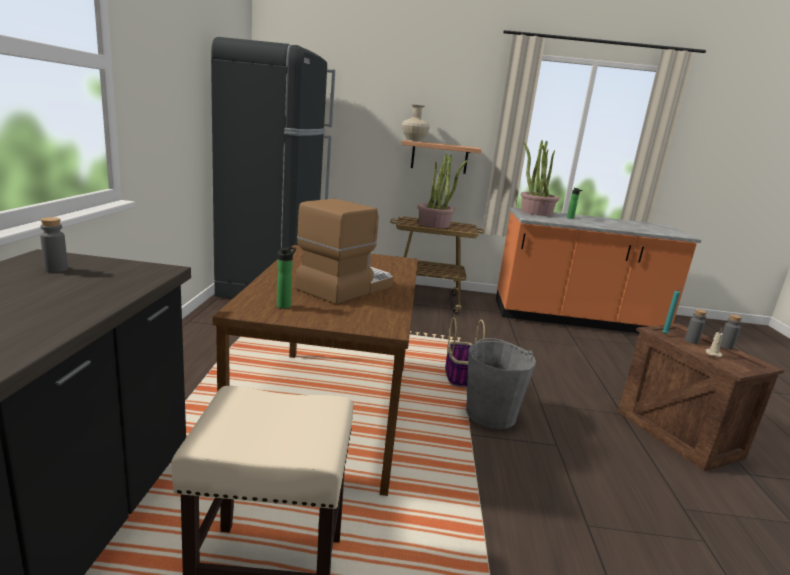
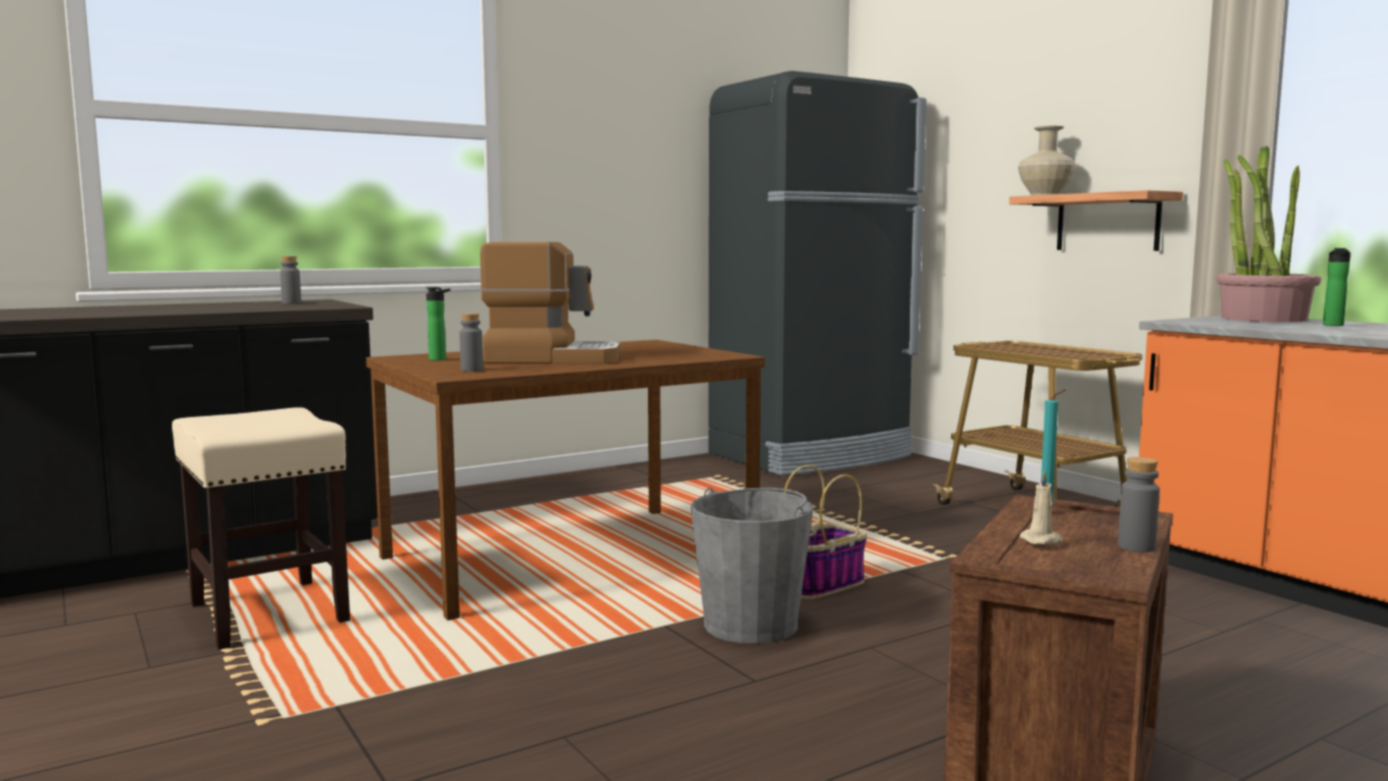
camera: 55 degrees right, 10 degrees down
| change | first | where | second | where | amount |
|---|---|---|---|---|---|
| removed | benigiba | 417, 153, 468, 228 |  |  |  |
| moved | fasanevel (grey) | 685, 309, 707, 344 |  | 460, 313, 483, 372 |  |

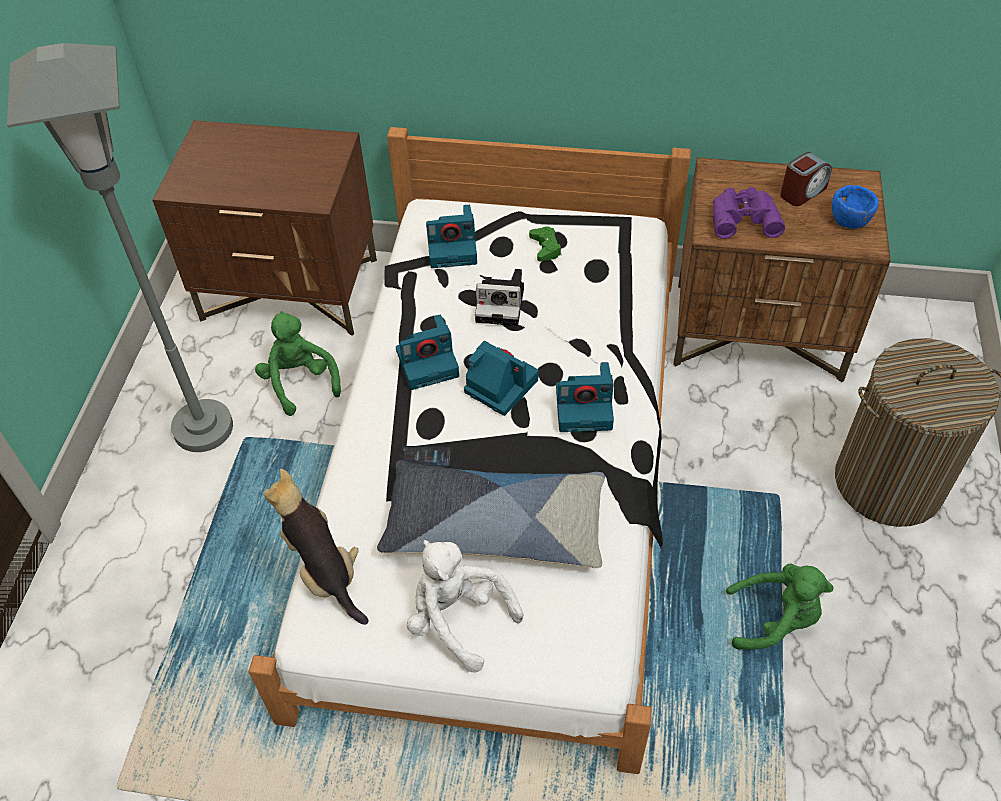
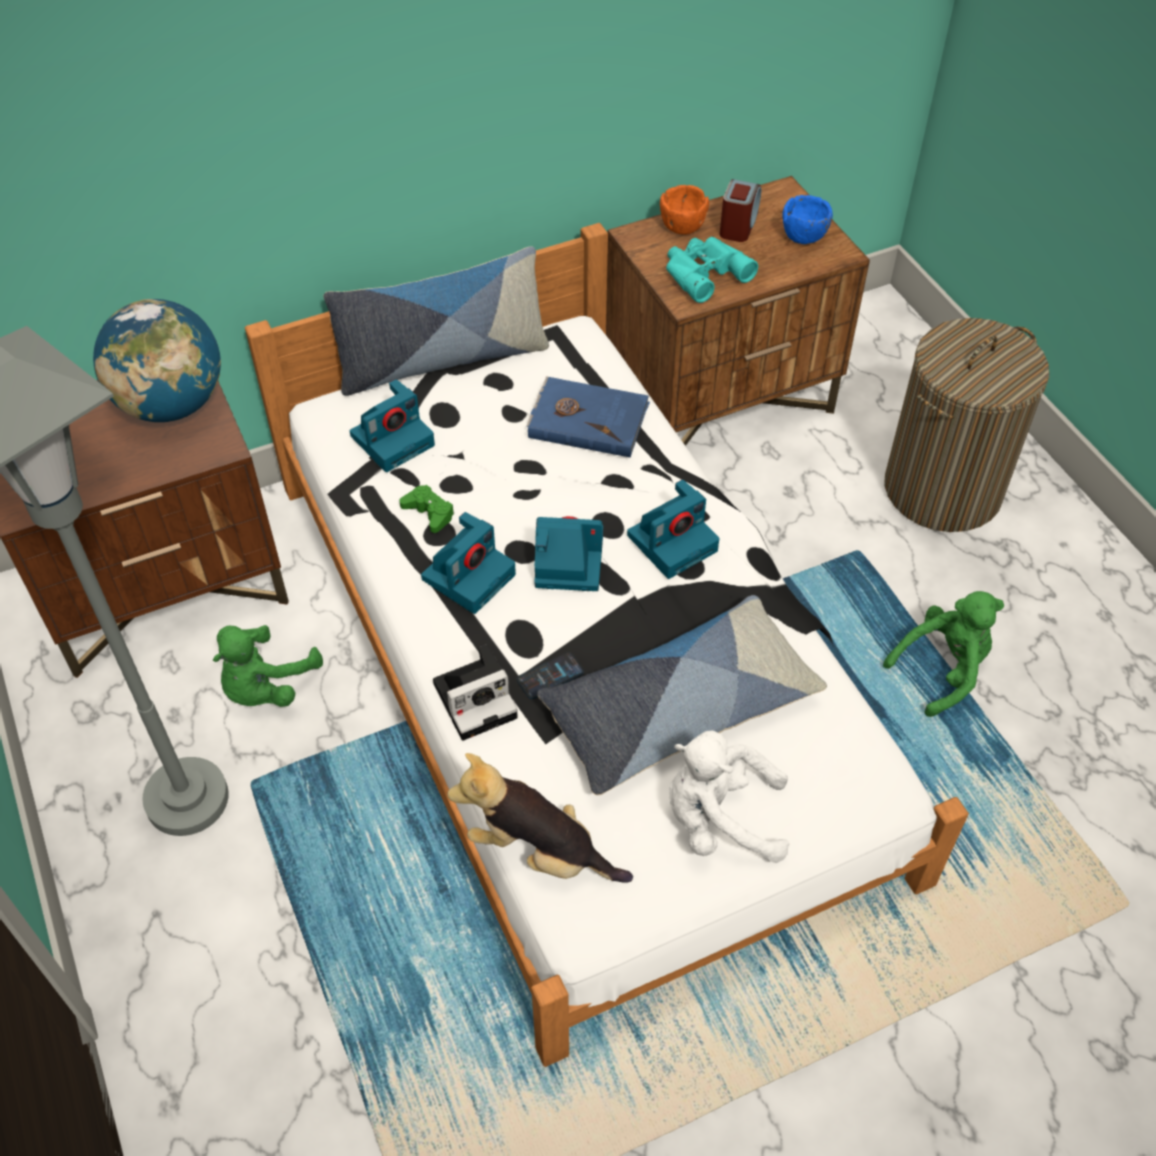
camera: 35 degrees left, 0 degrees up
| change | first | where | second | where | amount |
|---|---|---|---|---|---|
| recoloured | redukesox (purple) | 713, 187, 785, 239 | redukesox (turquoise) | 666, 237, 758, 303 |  |
| moved | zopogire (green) | 529, 226, 562, 261 |  | 399, 485, 454, 533 |  |
| moved | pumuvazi | 475, 269, 524, 326 |  | 433, 644, 518, 741 |  |
| turned | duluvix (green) | 255, 311, 341, 416 |  | 212, 625, 323, 707 | 90 degrees counterclockwise |
| added |  |  | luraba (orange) | 660, 185, 709, 235 |  |
| added |  |  | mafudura | 324, 246, 549, 396 |  |
| added |  |  | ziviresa | 93, 299, 221, 422 |  |
| added |  |  | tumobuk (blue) | 526, 376, 650, 458 |  |

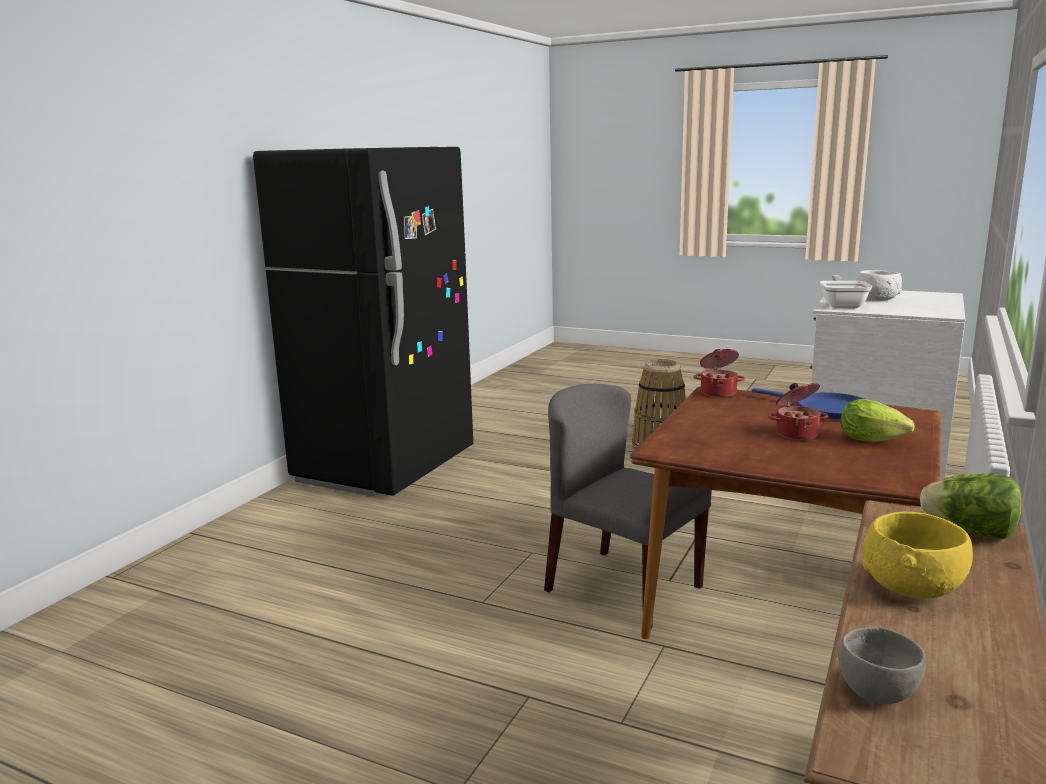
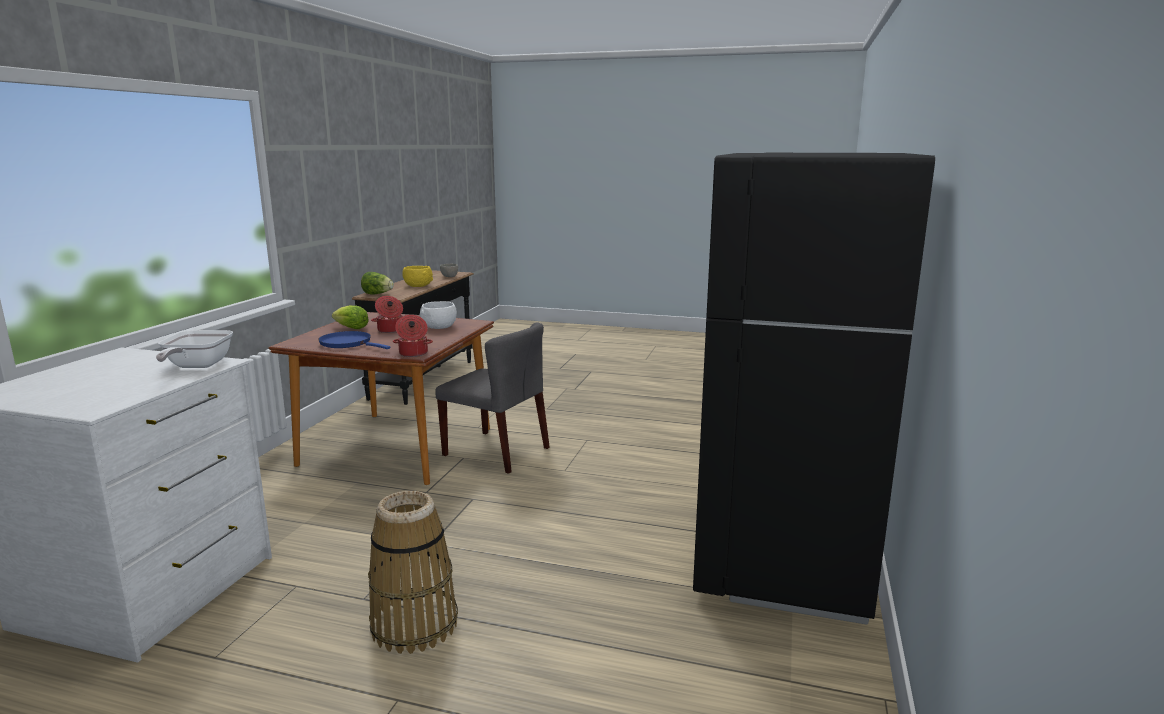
camera: 170 degrees right, 0 degrees up
| change | first | where | second | where | amount |
|---|---|---|---|---|---|
| moved | luraba (white) | 856, 270, 902, 301 |  | 420, 301, 457, 329 |  |

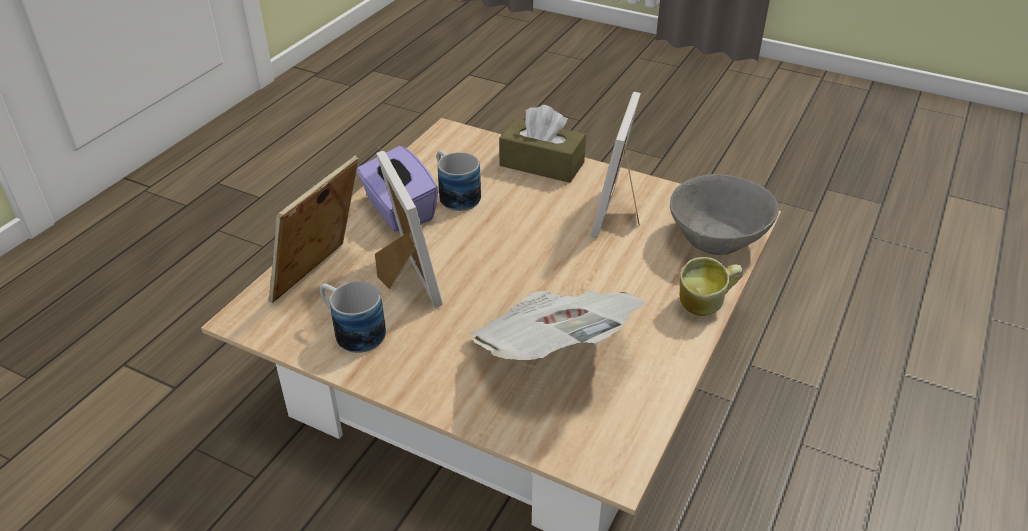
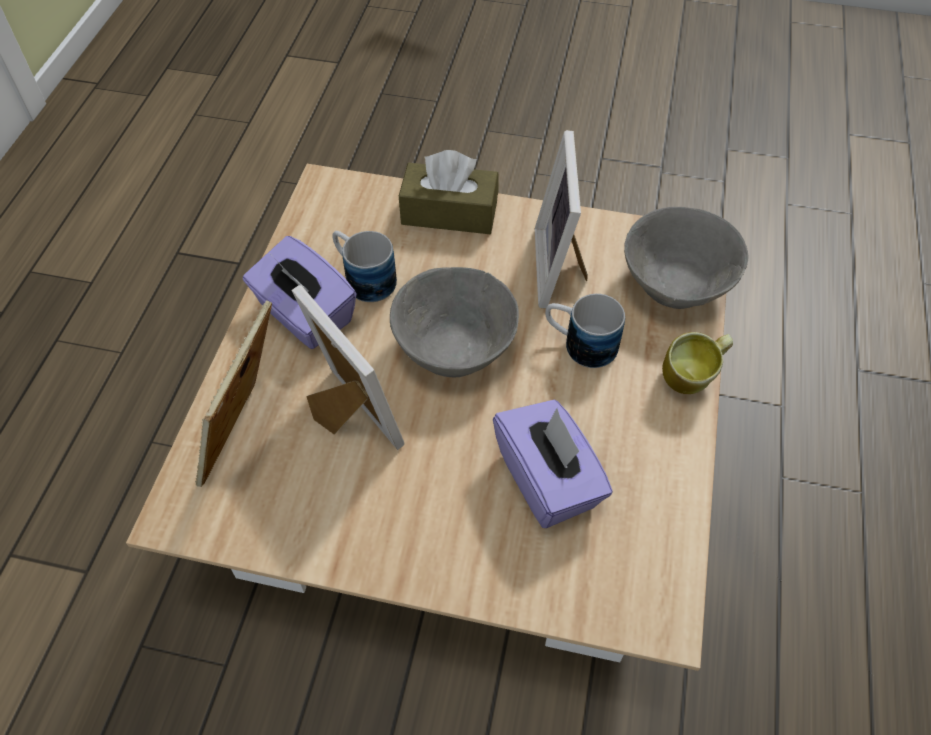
camera: 15 degrees left, 15 degrees up
| change | first | where | second | where | amount |
|---|---|---|---|---|---|
| moved | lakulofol | 320, 281, 386, 353 |  | 545, 294, 625, 368 |  |
| replaced | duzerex | 468, 291, 647, 360 | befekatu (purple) | 493, 400, 613, 528 |  |
| added |  |  | luraba (grey) | 390, 267, 519, 377 |  |

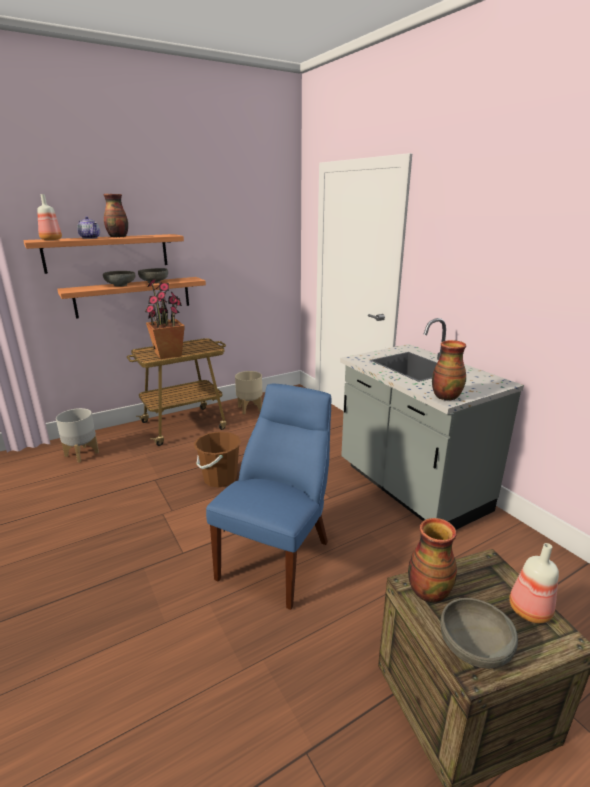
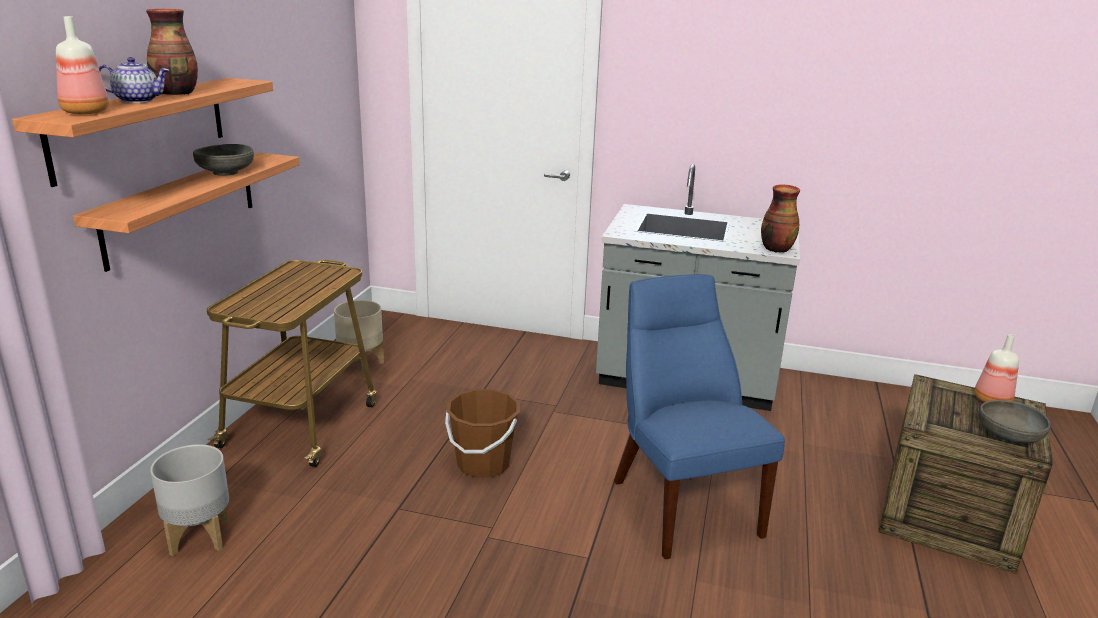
camera: 45 degrees left, 0 degrees up
| change | first | where | second | where | amount |
|---|---|---|---|---|---|
| removed | luraba (grey) | 103, 271, 135, 286 |  |  |  |
| removed | benigiba | 145, 279, 185, 359 |  |  |  |
| removed | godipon | 408, 518, 457, 603 |  |  |  |

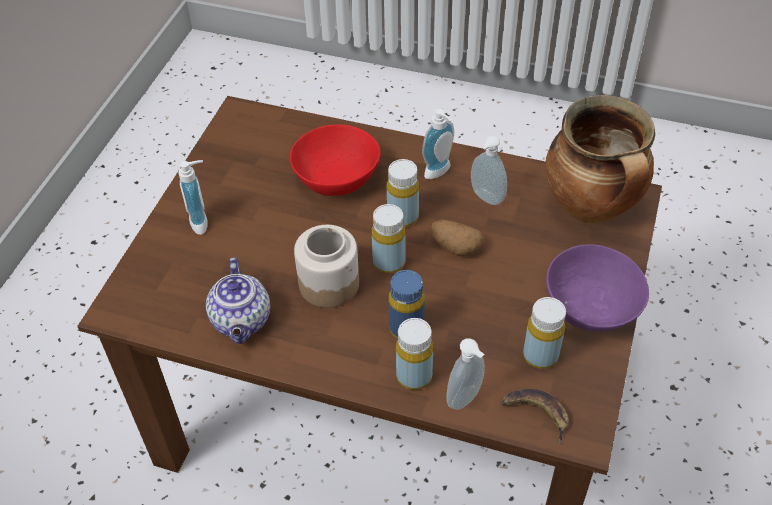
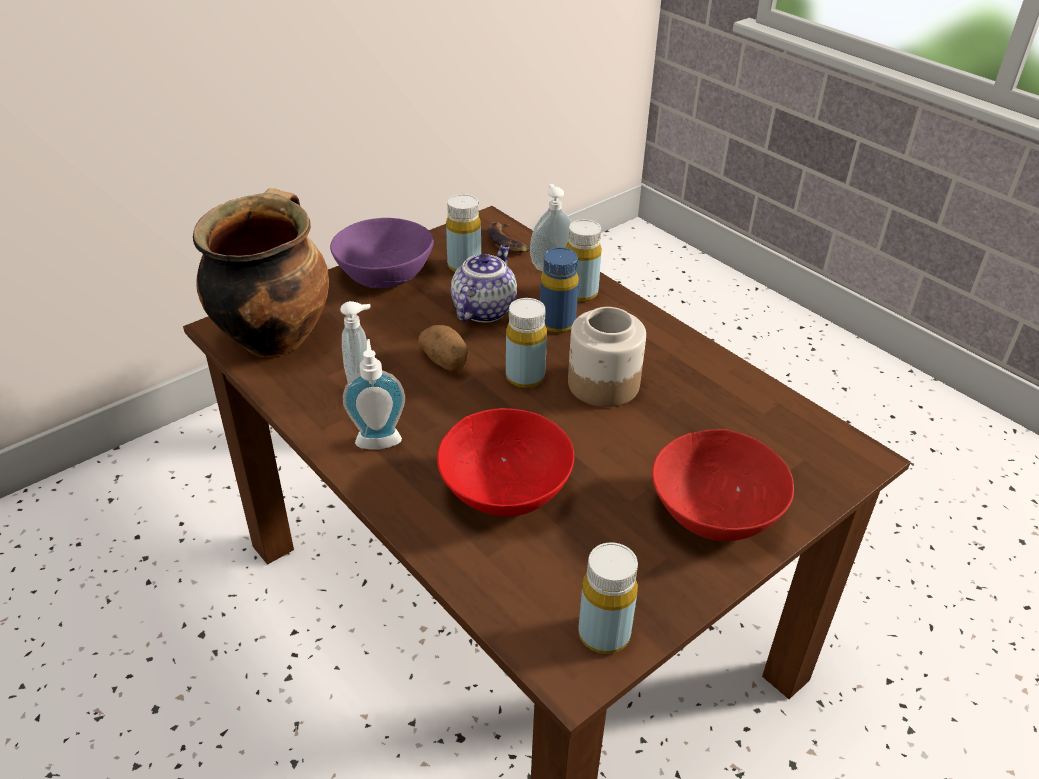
camera: 150 degrees left, 10 degrees down
| change | first | where | second | where | amount |
|---|---|---|---|---|---|
| moved | fasanevel (yellow) | 387, 159, 419, 227 |  | 578, 543, 638, 654 |  |
| replaced | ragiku | 178, 160, 208, 235 | luraba (red) | 652, 429, 794, 541 |  |
| moved | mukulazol | 206, 257, 270, 344 |  | 451, 244, 517, 323 |  |

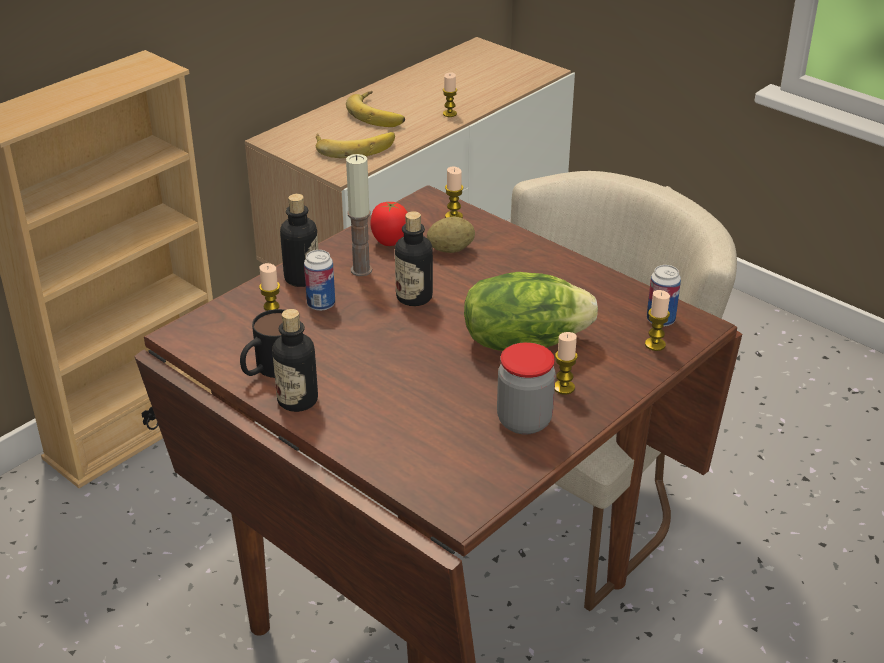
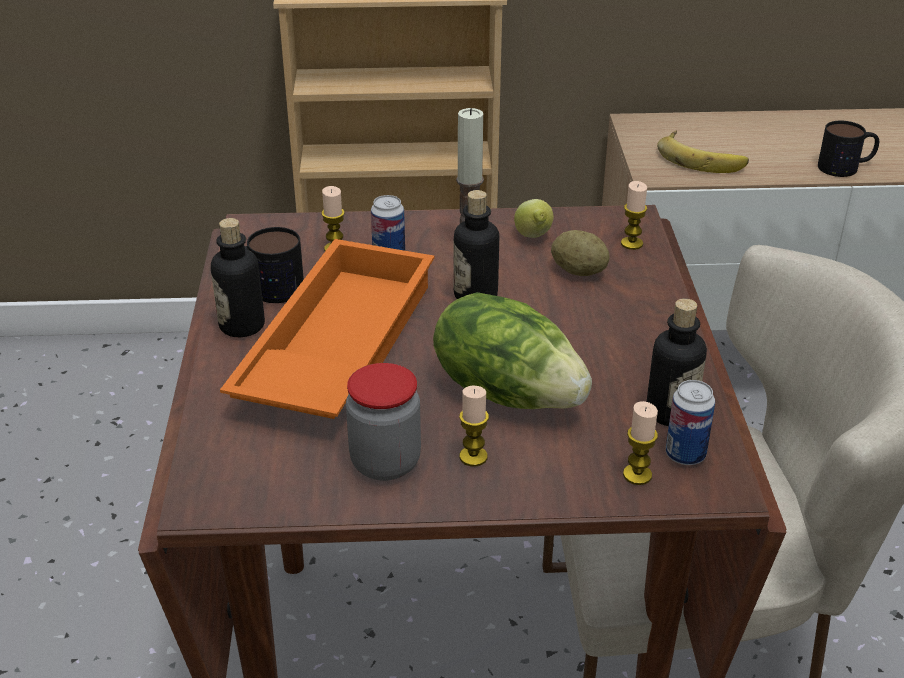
camera: 45 degrees right, 0 degrees up
| change | first | where | second | where | amount |
|---|---|---|---|---|---|
| replaced | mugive | 443, 72, 457, 117 | lakulofol | 818, 121, 879, 177 |  |
| removed | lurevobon | 346, 91, 405, 127 |  |  |  |
| moved | fasanevel | 280, 194, 319, 287 |  | 647, 298, 707, 426 |  |
| replaced | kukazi | 370, 202, 408, 246 | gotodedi | 514, 199, 554, 238 |  |
| added |  |  | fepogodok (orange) | 220, 239, 434, 419 |  |

